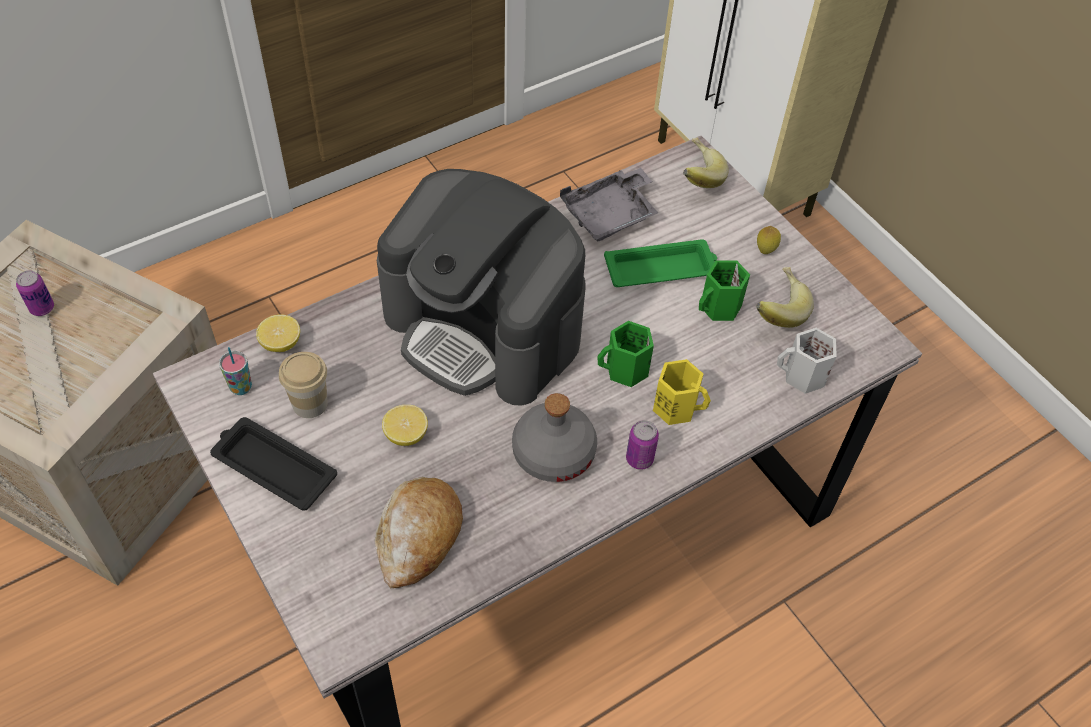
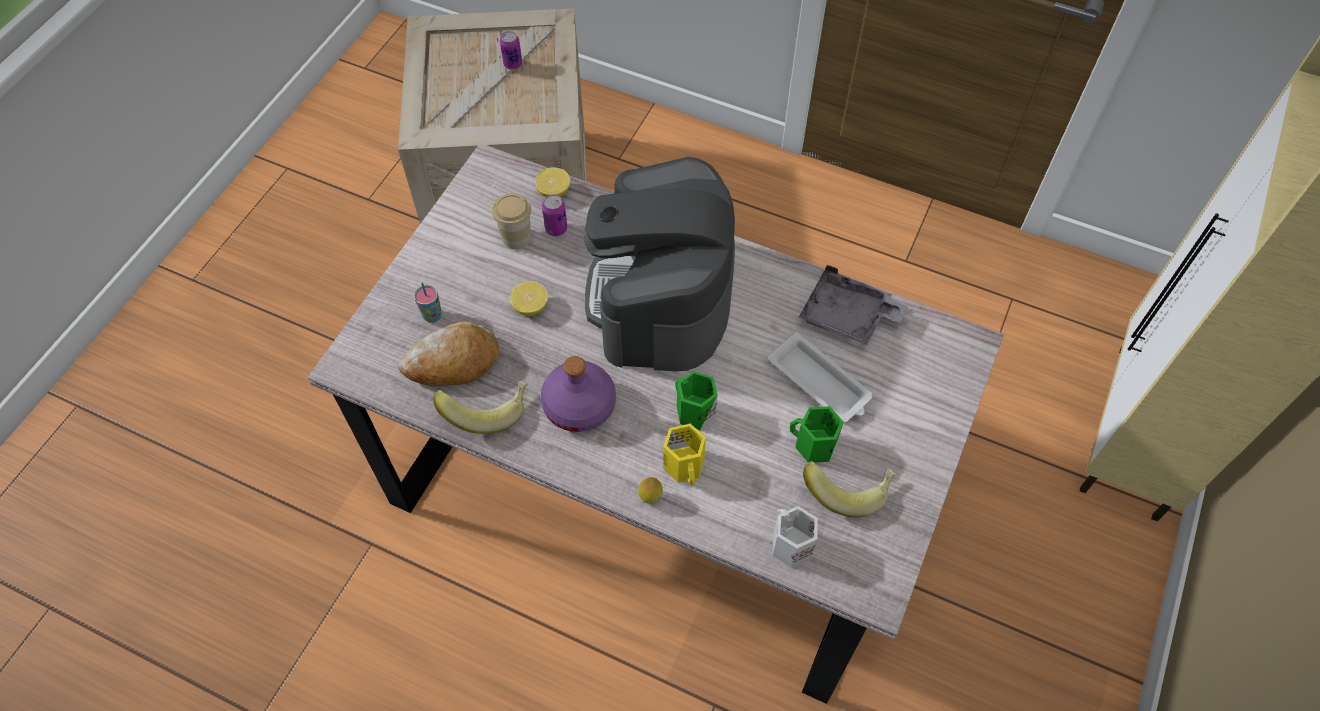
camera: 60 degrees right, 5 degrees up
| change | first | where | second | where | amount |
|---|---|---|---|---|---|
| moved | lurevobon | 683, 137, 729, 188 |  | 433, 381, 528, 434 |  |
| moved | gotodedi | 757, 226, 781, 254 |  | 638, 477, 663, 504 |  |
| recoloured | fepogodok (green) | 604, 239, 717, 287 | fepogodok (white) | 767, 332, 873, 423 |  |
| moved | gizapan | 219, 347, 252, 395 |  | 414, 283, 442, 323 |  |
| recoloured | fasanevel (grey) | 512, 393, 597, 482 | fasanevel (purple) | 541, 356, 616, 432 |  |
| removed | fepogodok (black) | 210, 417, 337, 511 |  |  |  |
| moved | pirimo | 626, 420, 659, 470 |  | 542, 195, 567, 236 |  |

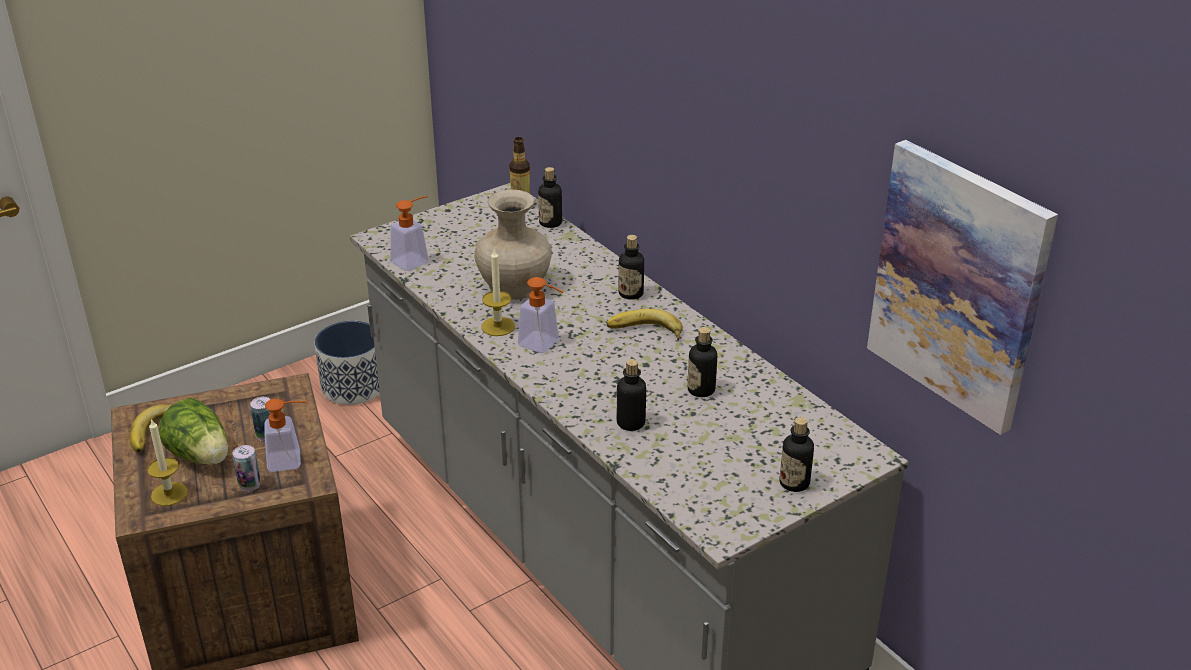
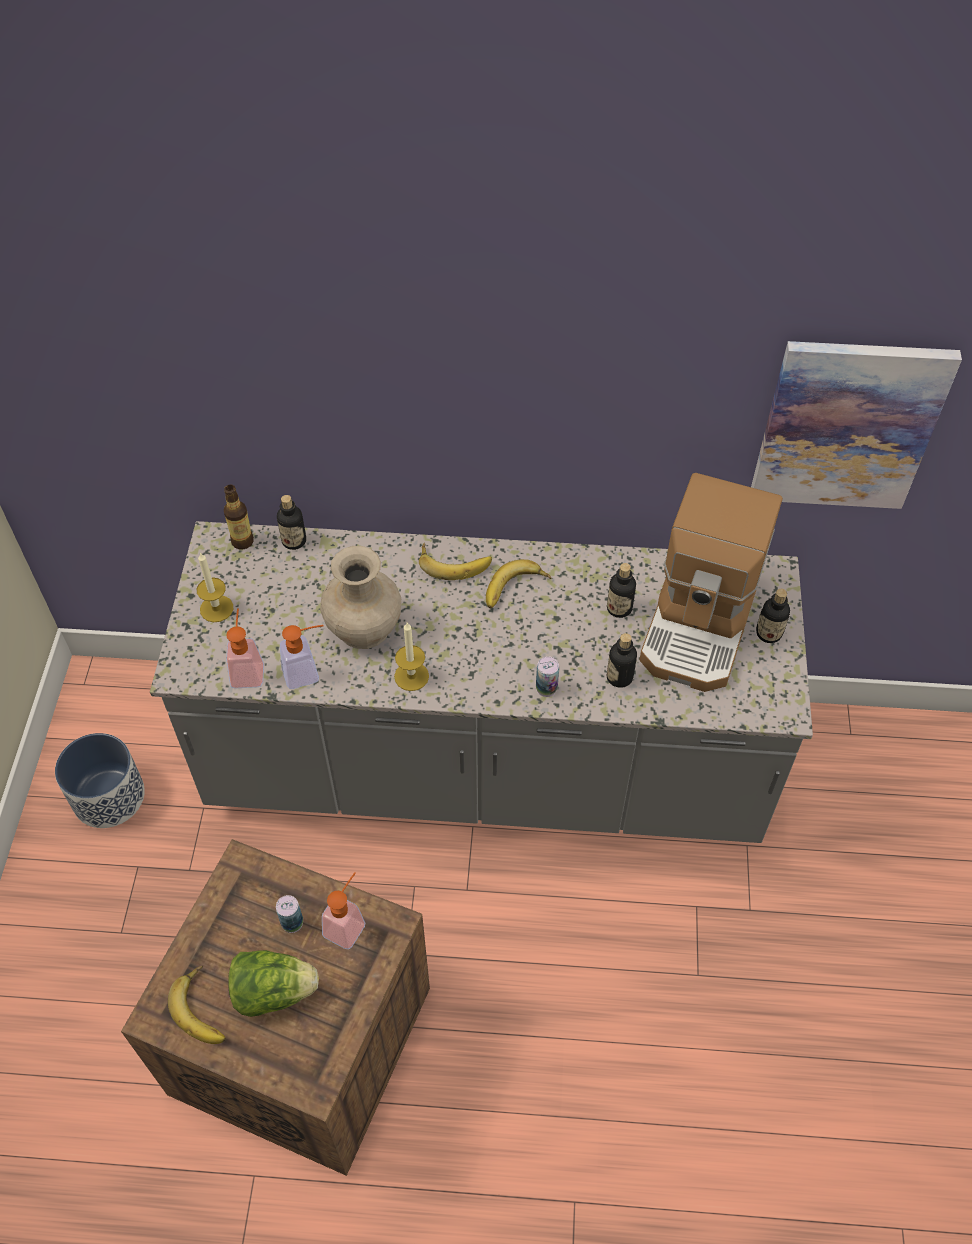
camera: 50 degrees left, 20 degrees up
| change | first | where | second | where | amount |
|---|---|---|---|---|---|
| replaced | fasanevel | 619, 235, 644, 300 | lurevobon | 419, 543, 492, 580 |  |
| moved | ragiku | 518, 277, 563, 353 |  | 280, 625, 324, 689 |  |
| moved | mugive | 147, 418, 188, 506 |  | 197, 552, 233, 622 |  |
| moved | pirimo | 233, 445, 260, 491 |  | 536, 656, 559, 697 |  |
| added |  |  | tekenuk | 639, 473, 783, 692 |  |

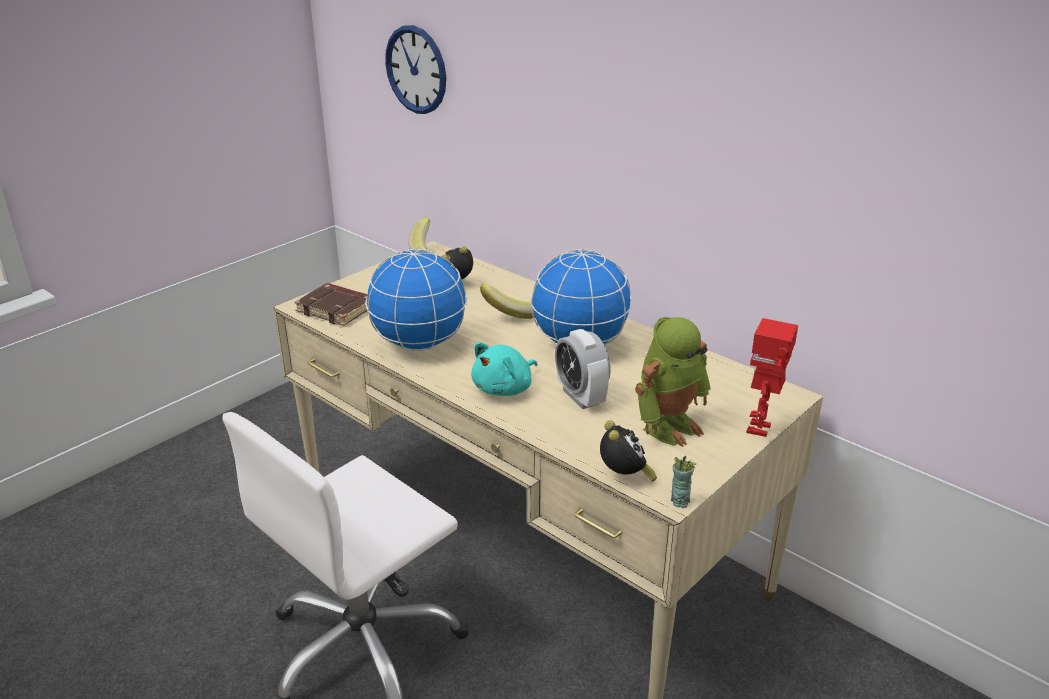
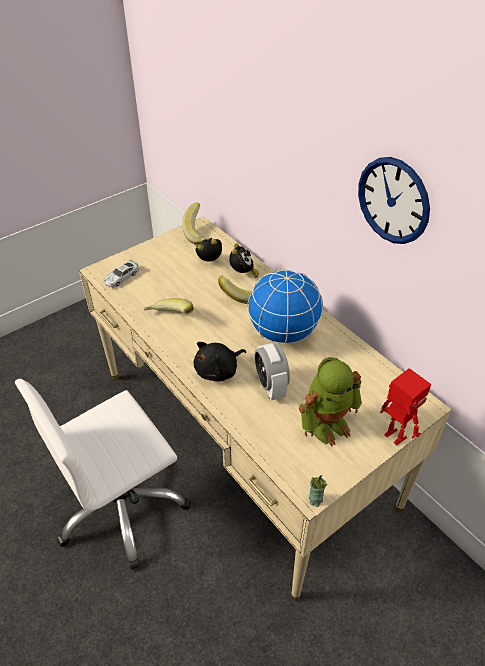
camera: 10 degrees right, 15 degrees up
| change | first | where | second | where | amount |
|---|---|---|---|---|---|
| moved | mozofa | 385, 25, 446, 114 |  | 358, 157, 430, 244 |  |
| replaced | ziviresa | 365, 249, 468, 351 | lurevobon | 143, 298, 194, 314 |  |
| replaced | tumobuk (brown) | 294, 283, 368, 326 | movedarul | 103, 259, 139, 288 |  |
| turned | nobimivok | 746, 318, 798, 437 |  | 380, 368, 431, 445 | 105 degrees clockwise |
| recoloured | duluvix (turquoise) | 471, 342, 538, 396 | duluvix (black) | 194, 342, 246, 381 |  |
| moved | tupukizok | 600, 421, 657, 482 |  | 229, 243, 259, 278 |  |

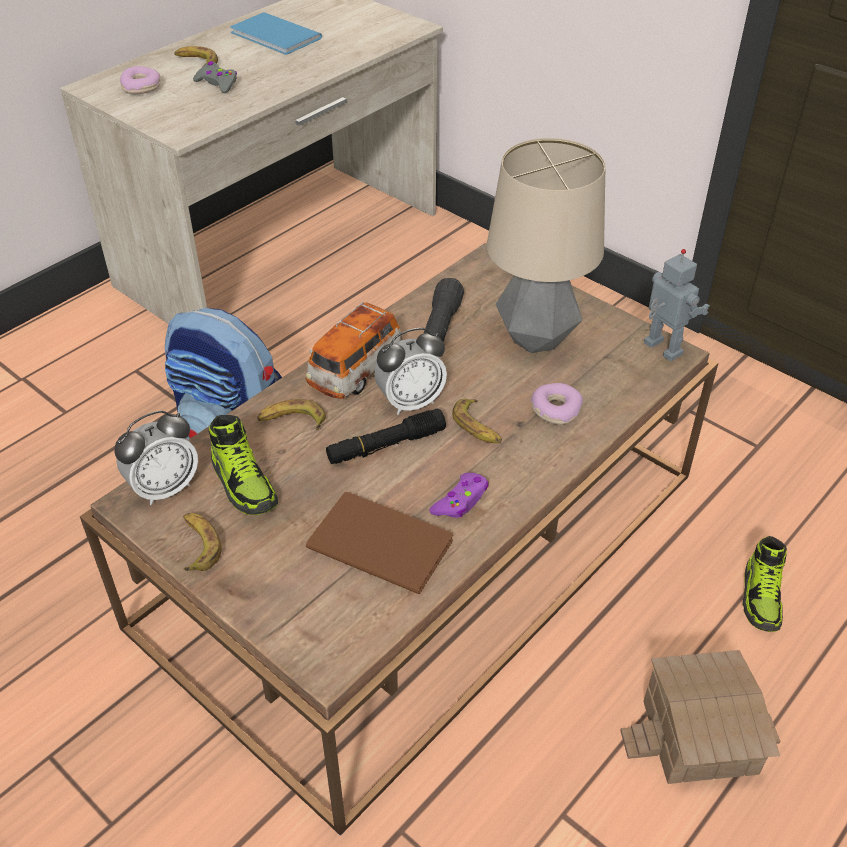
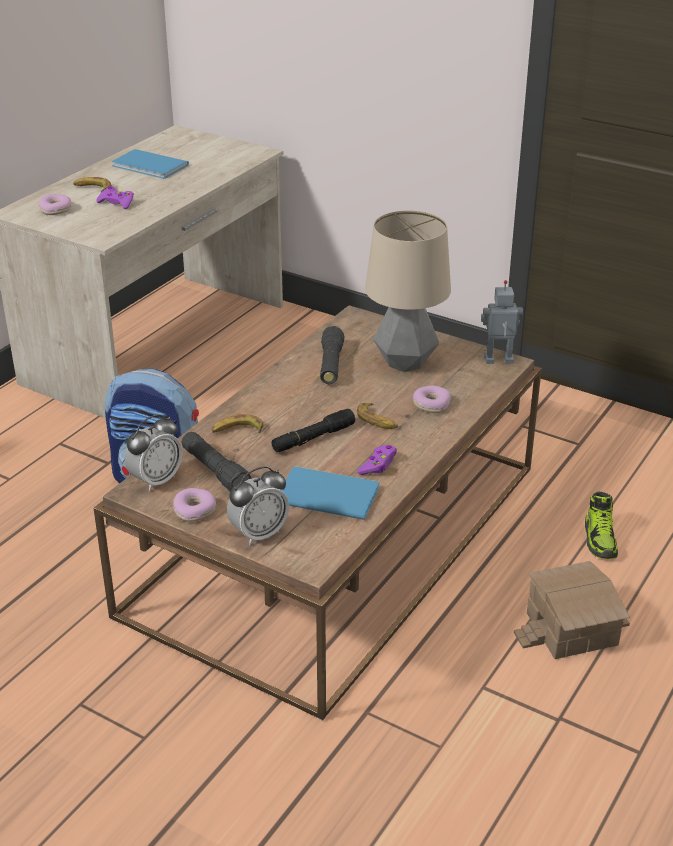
camera: 10 degrees left, 10 degrees down
| change | first | where | second | where | amount |
|---|---|---|---|---|---|
| recoloured | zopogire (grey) | 193, 61, 237, 93 | zopogire (purple) | 96, 186, 134, 209 |  |
| turned | nobimivok | 644, 249, 710, 361 |  | 481, 280, 523, 364 | 45 degrees counterclockwise |
| removed | movedarul | 306, 302, 403, 399 |  |  |  |
| moved | tupukizok | 374, 328, 447, 415 |  | 227, 466, 289, 545 |  |
| replaced | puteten | 209, 415, 278, 515 | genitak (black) | 181, 432, 252, 491 |  |
| recoloured | tumobuk (brown) | 306, 492, 453, 594 | tumobuk (blue) | 280, 466, 379, 520 |  |
| replaced | lurevobon | 183, 513, 222, 571 | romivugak | 173, 488, 216, 522 |  |

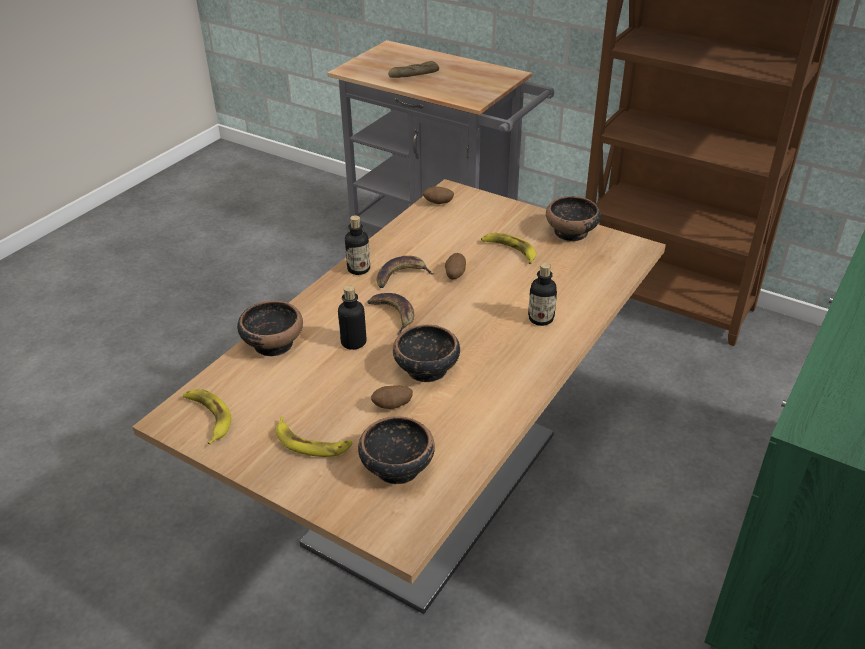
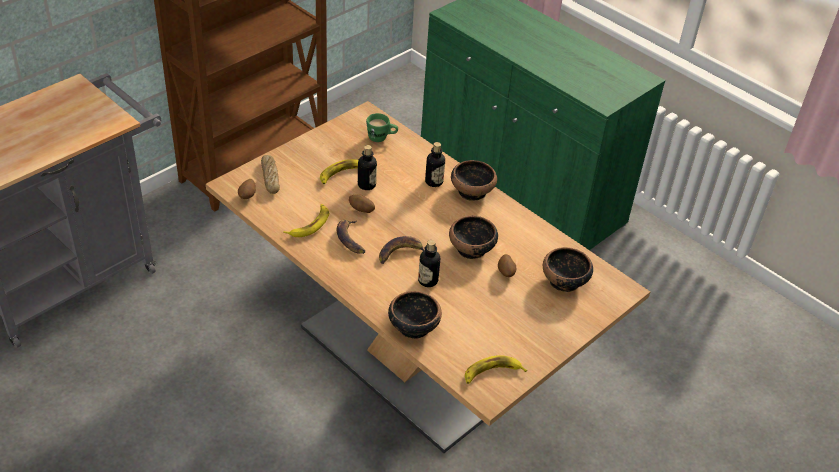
camera: 80 degrees left, 5 degrees up
| change | first | where | second | where | amount |
|---|---|---|---|---|---|
| moved | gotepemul | 388, 61, 439, 78 |  | 261, 155, 280, 194 |  |
| moved | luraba | 546, 196, 601, 241 |  | 451, 160, 497, 201 |  |
| moved | fasanevel | 345, 215, 370, 275 |  | 358, 145, 377, 190 |  |
| moved | lurevobon | 276, 417, 352, 457 |  | 283, 204, 329, 237 |  |
| added |  |  | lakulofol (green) | 366, 113, 398, 142 |  |

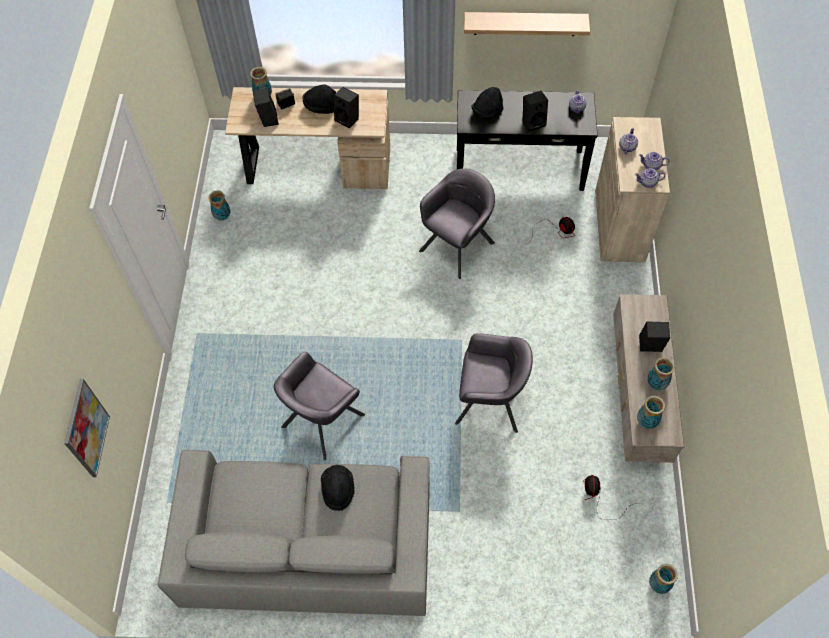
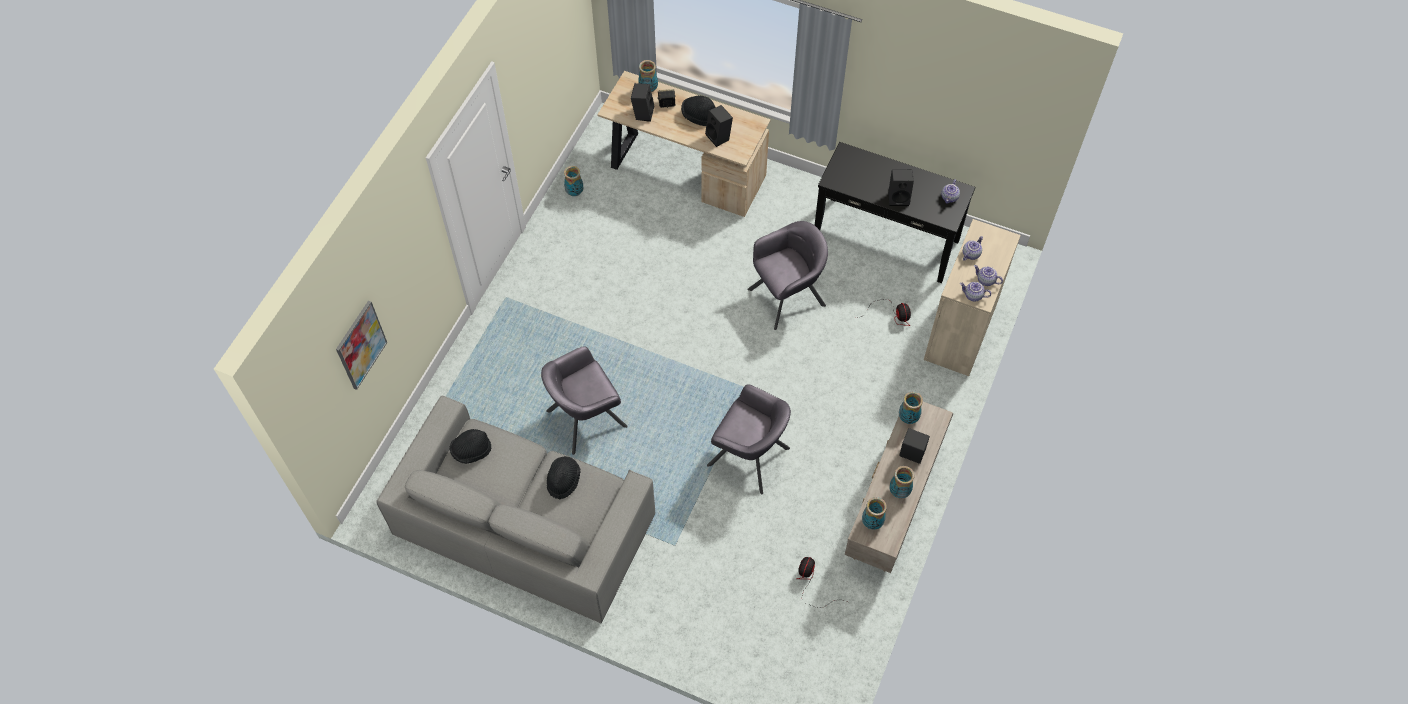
camera: 20 degrees right, 0 degrees up
| change | first | where | second | where | amount |
|---|---|---|---|---|---|
| removed | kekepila | 464, 12, 590, 36 |  |  |  |
| moved | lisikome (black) | 472, 87, 503, 119 |  | 449, 429, 491, 464 |  |
| moved | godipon | 649, 564, 678, 594 |  | 899, 391, 923, 424 |  |

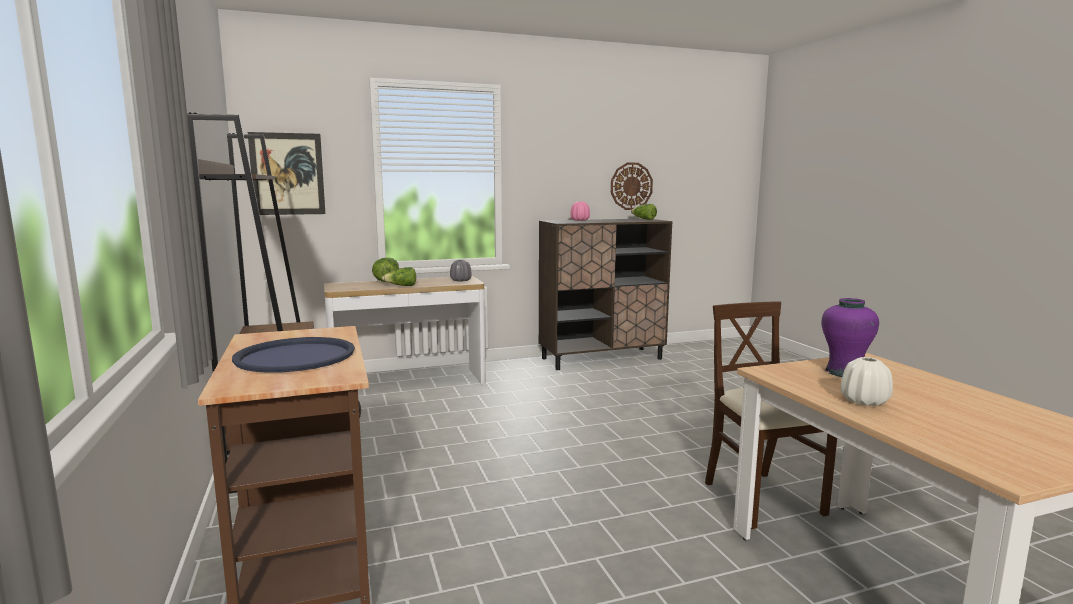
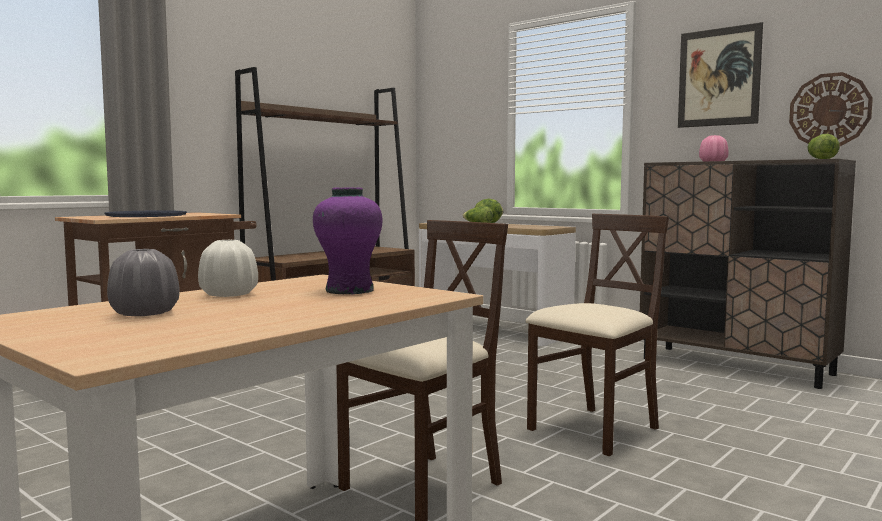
camera: 60 degrees right, 5 degrees down
| change | first | where | second | where | amount |
|---|---|---|---|---|---|
| moved | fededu | 248, 132, 325, 215 |  | 678, 22, 763, 128 |  |
| moved | godipon (grey) | 450, 260, 472, 281 |  | 107, 249, 180, 316 |  |
| added |  |  | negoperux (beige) | 525, 214, 669, 456 |  |

